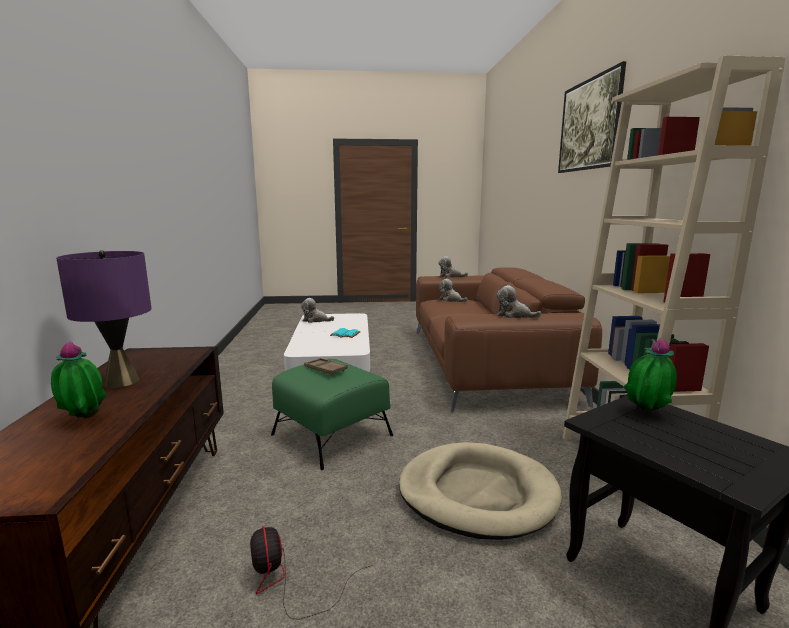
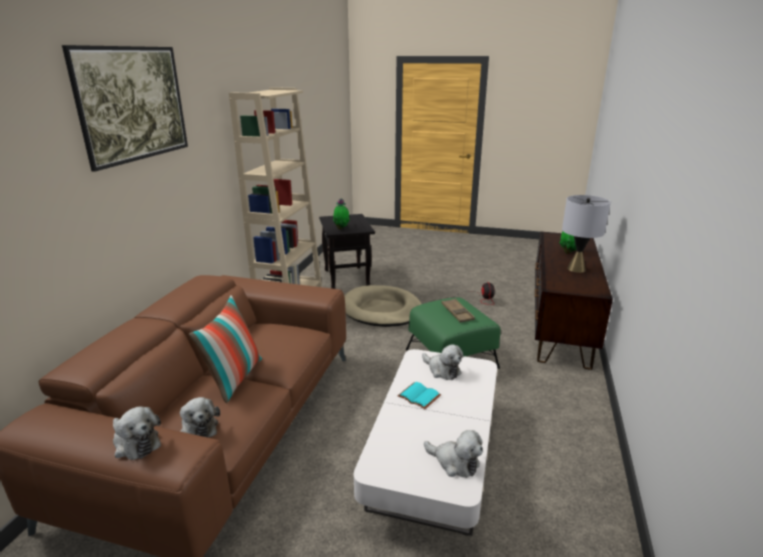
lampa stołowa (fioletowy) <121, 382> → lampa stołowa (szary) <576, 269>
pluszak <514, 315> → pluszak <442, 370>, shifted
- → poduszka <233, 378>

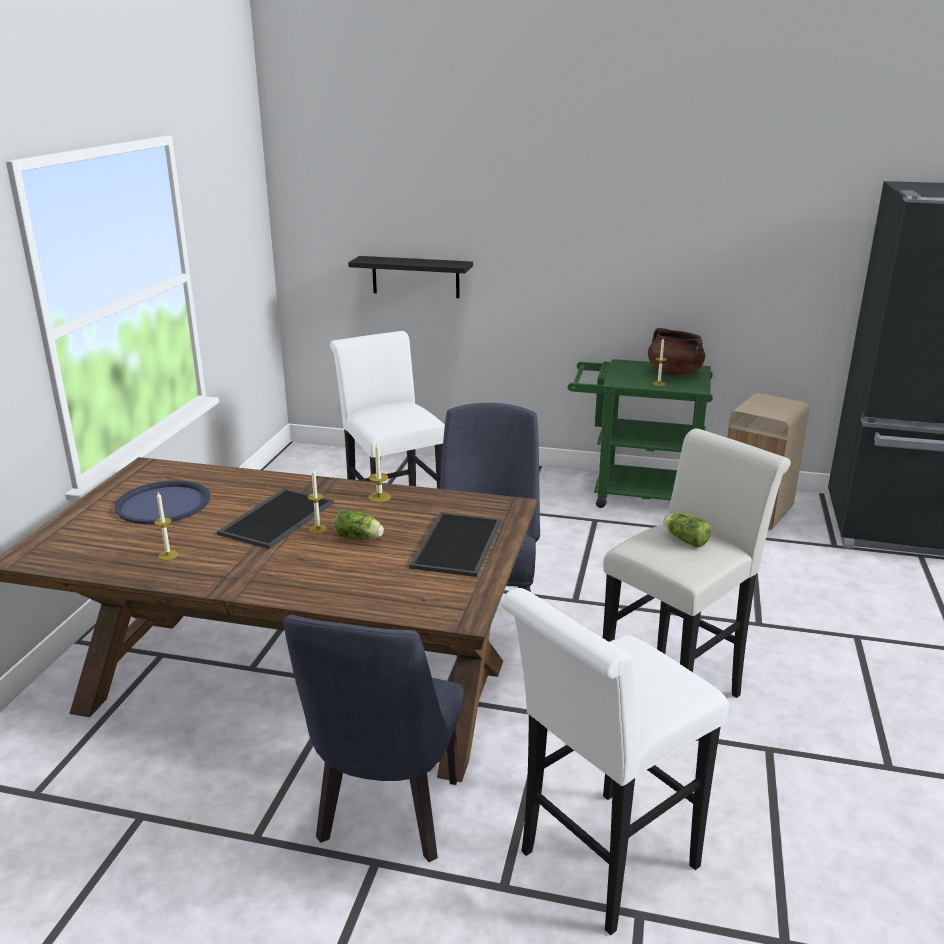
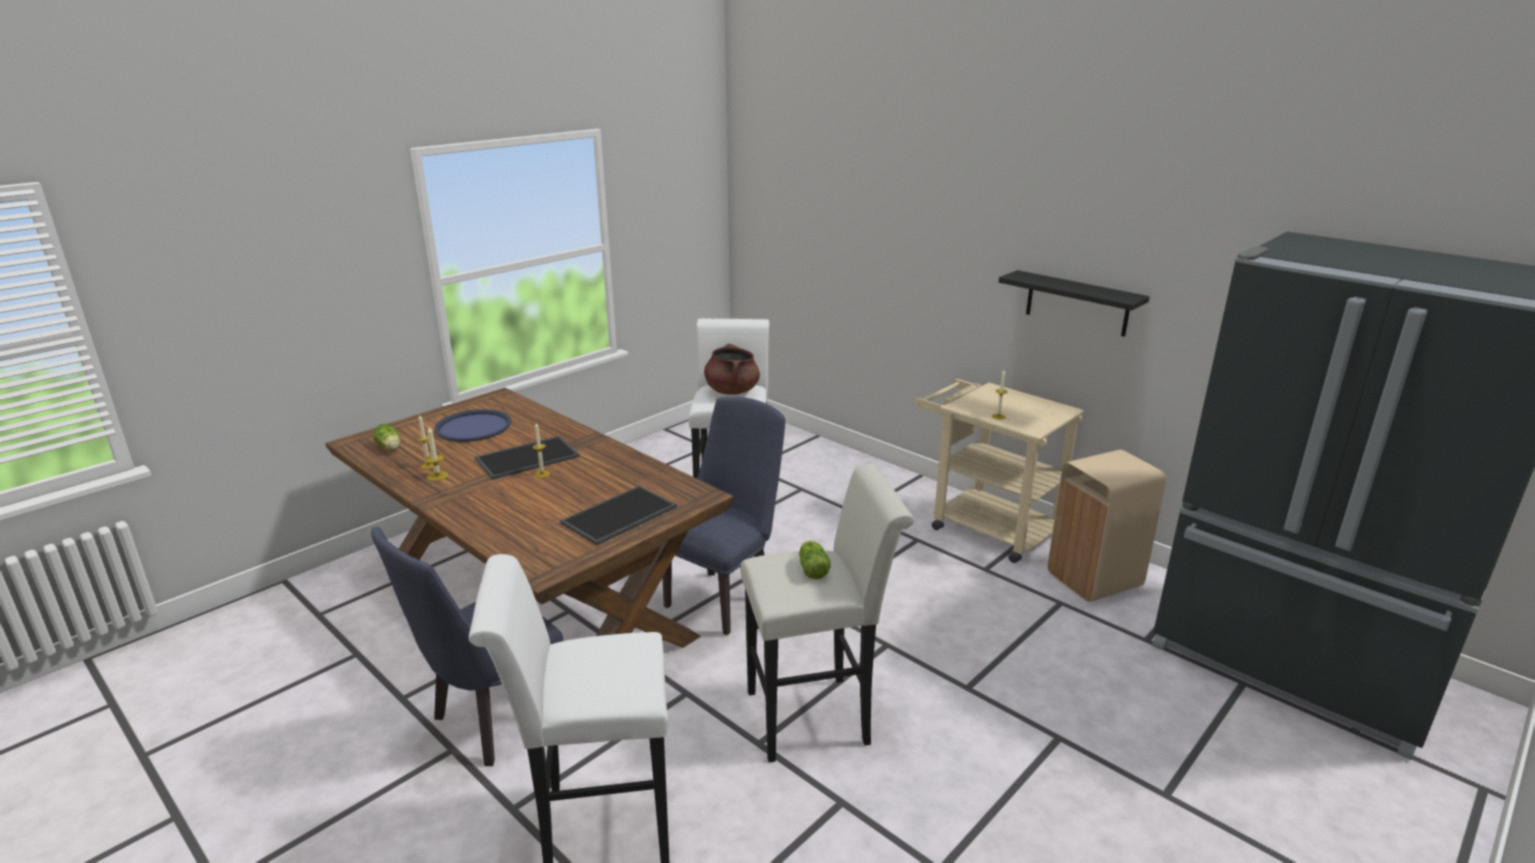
półka (czarny) <415, 277> → półka (czarny) <1077, 303>, shifted
garnek (brązowy) <673, 373> → garnek (brązowy) <732, 391>, shifted
wózek (zielony) <634, 494> → wózek (beżowy) <984, 526>
świeca <379, 497> → świeca <437, 476>, shifted
sałata <360, 538> → sałata <390, 448>, shifted

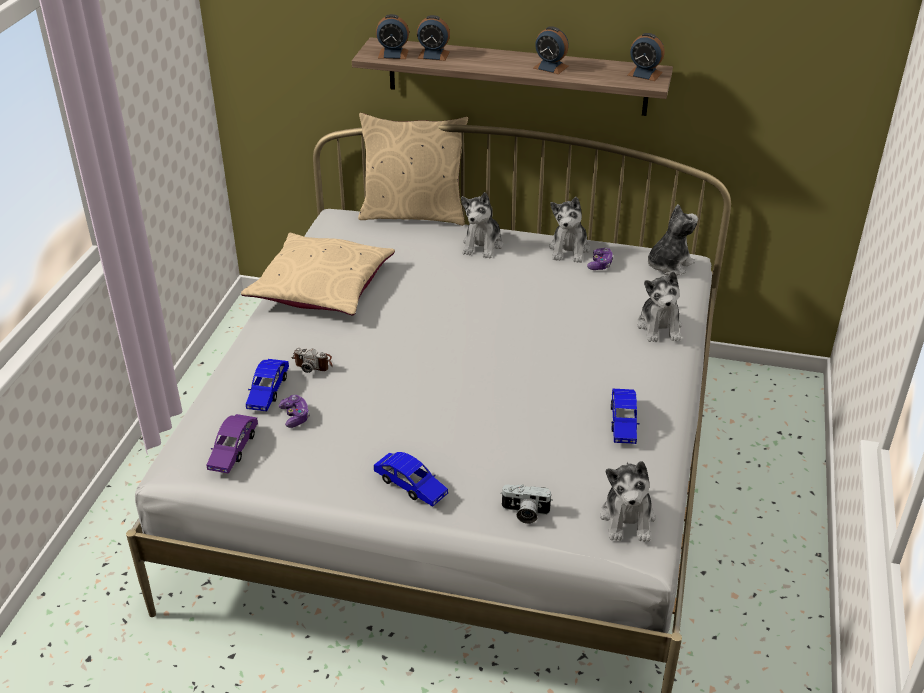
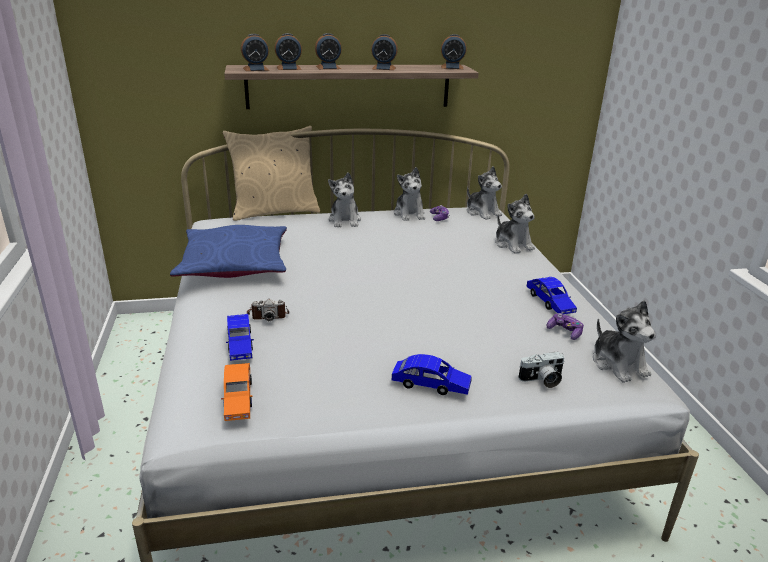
pluszak <668, 265> → pluszak <482, 212>, 120 degrees clockwise
poduszka (beżowy) <321, 287> → poduszka (niebieski) <234, 264>
pad do gier <295, 416> → pad do gier <565, 332>, shifted
samochodzik (fioletowy) <233, 449> → samochodzik (pomarańczowy) <238, 398>
- → budzik <328, 67>

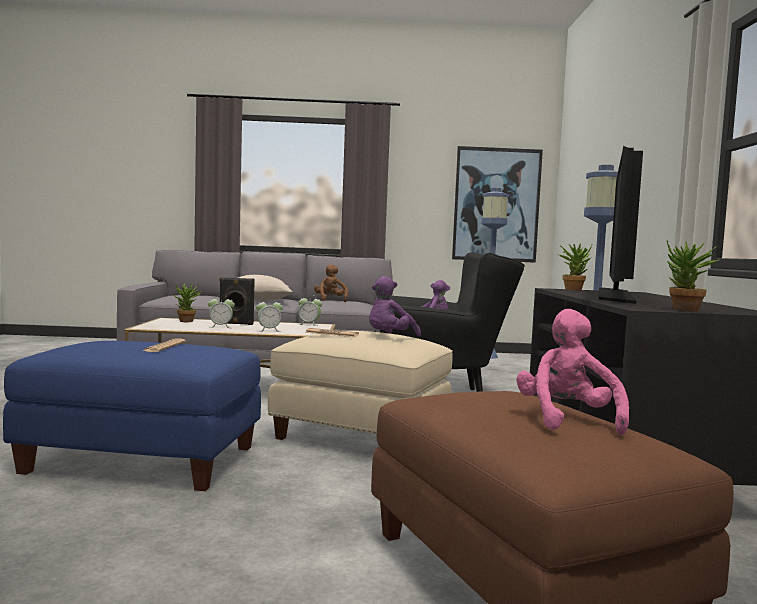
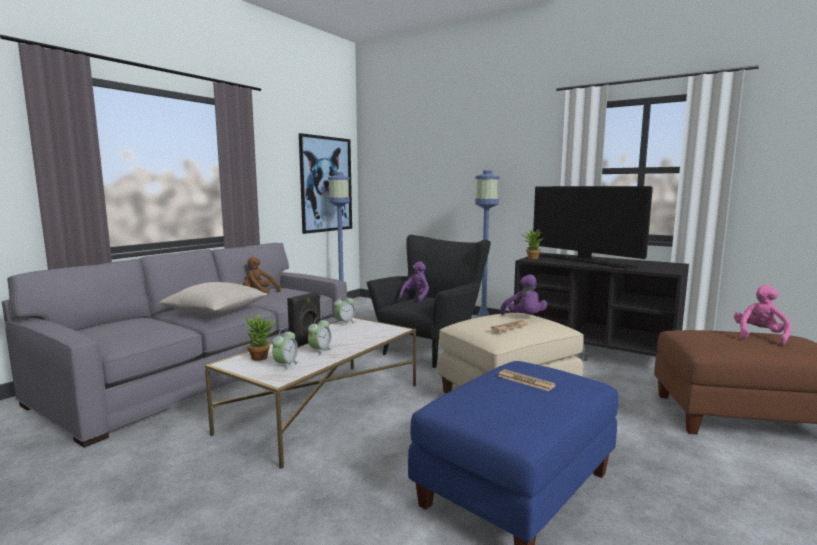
roślina doniczkowa <684, 310> → -
budzik <269, 330> → budzik <286, 365>, shifted
pluszak (różowy) <567, 419> → pluszak (różowy) <759, 336>, 90 degrees clockwise

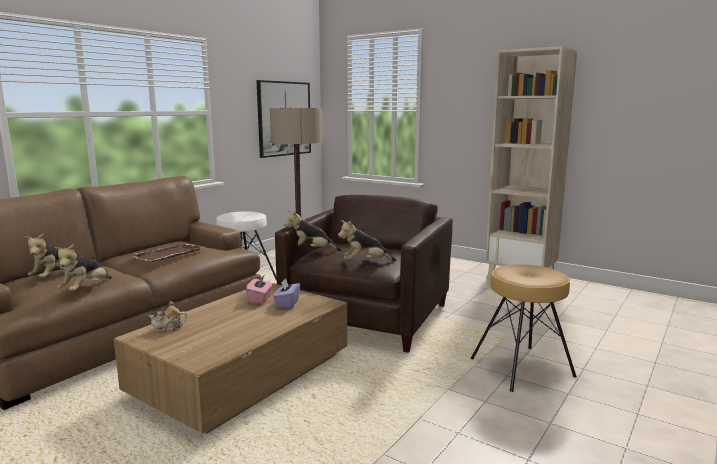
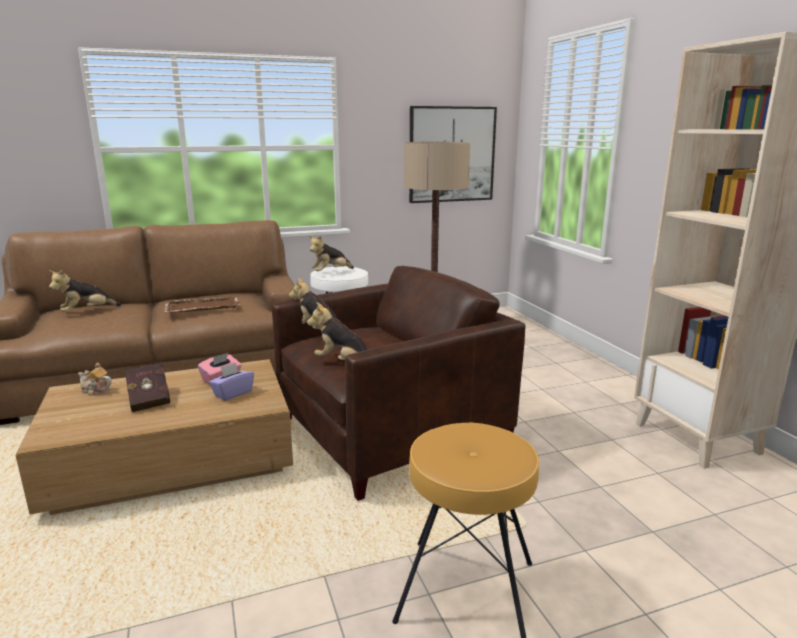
pluszak <86, 289> → pluszak <330, 273>, shifted
- → książka (czerwony) <149, 398>

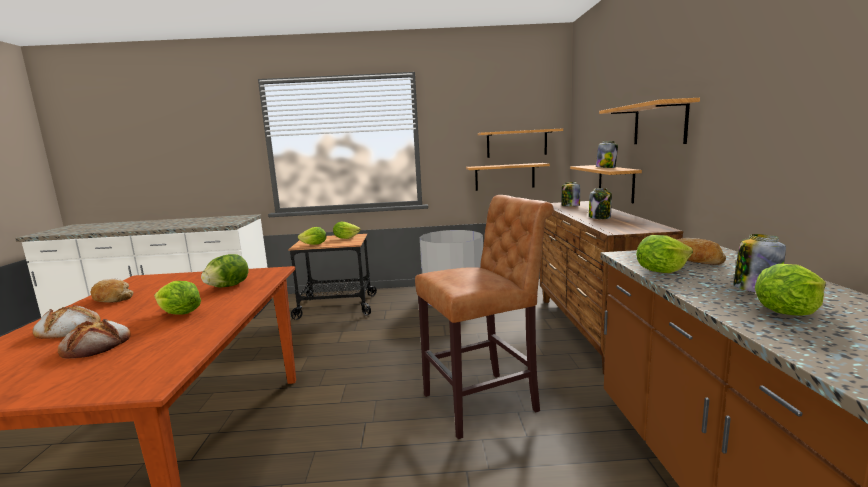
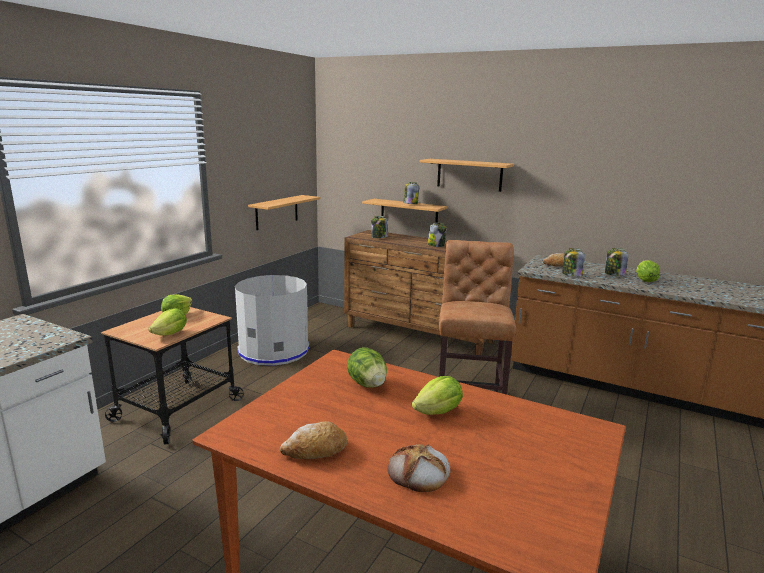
półka <516, 143> → -
sałata <661, 271> → słoik <571, 275>
chleb <97, 345> → -

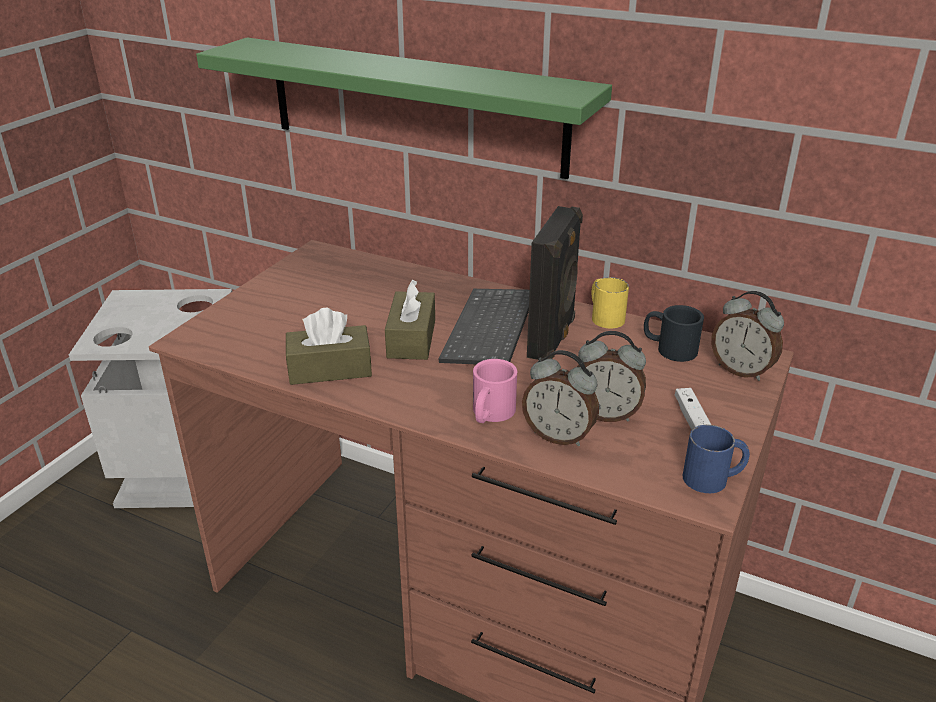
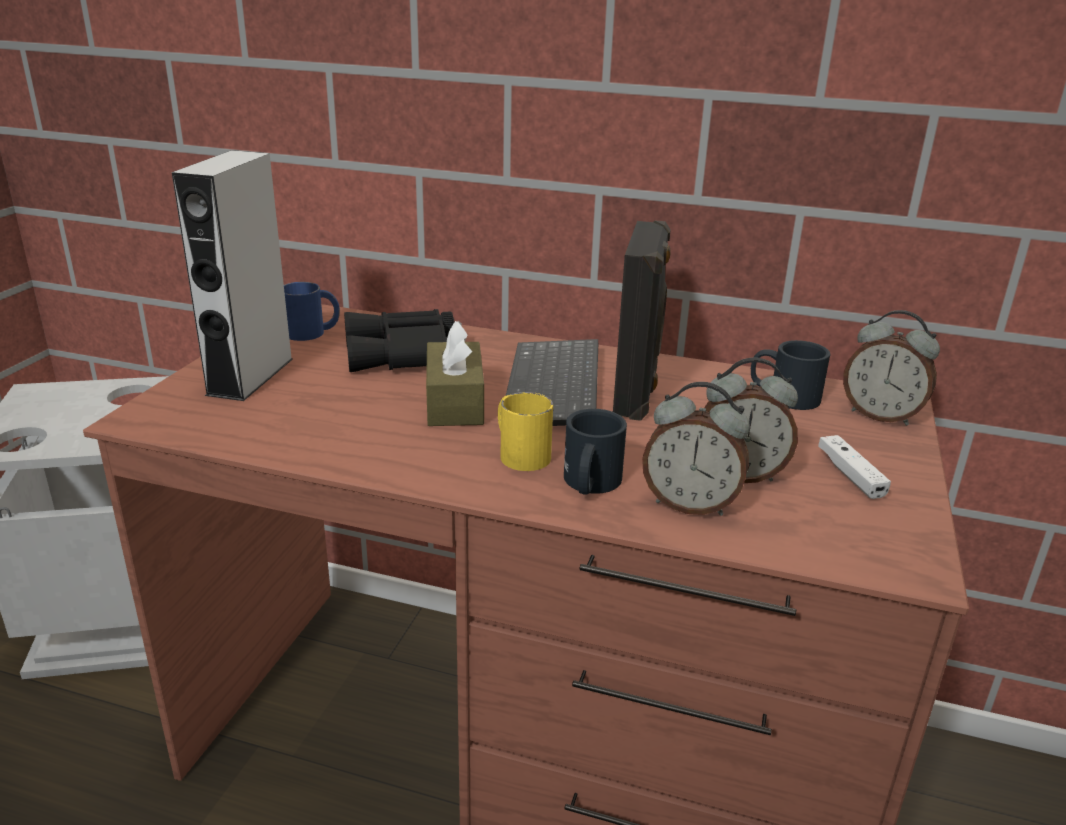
półka (zielony) <414, 106> → -
kubek (żółty) <604, 316> → kubek (żółty) <519, 453>, shifted
pudełko chusteczek (brązowy) <330, 369> → -
kubek (różowy) <490, 414> → kubek (czarny) <590, 485>
kubek (niebieski) <713, 478> → kubek (niebieski) <312, 332>, shifted
- → głośnik (szary) <250, 376>
- → lornetka (czarny) <405, 355>

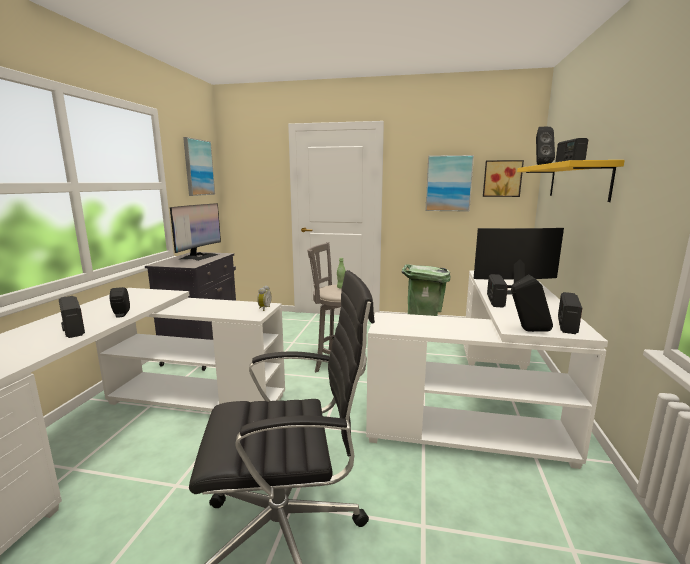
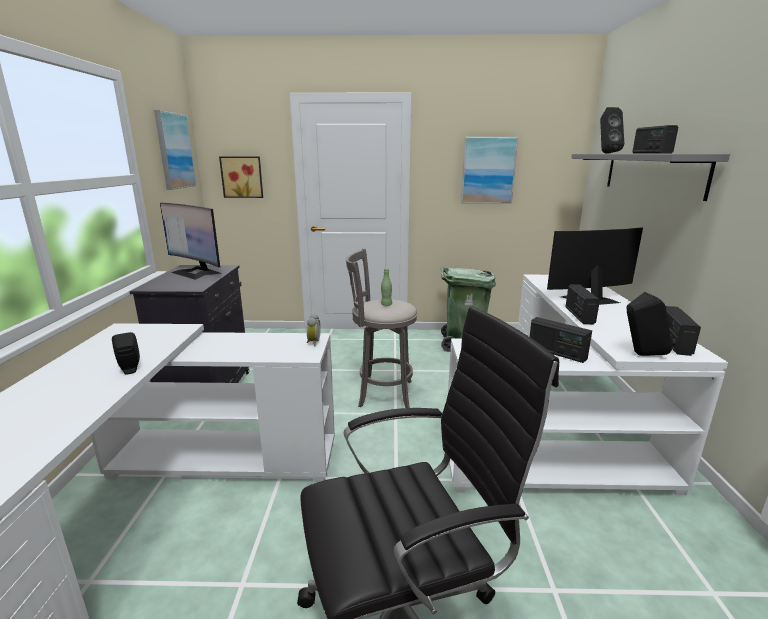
obraz <502, 178> → obraz <242, 177>, shifted
półka (żółty) <577, 181> → półka (szary) <652, 173>
monitor <199, 256> → monitor <196, 272>, 120 degrees clockwise
radio <73, 329> → radio <556, 353>, shifted

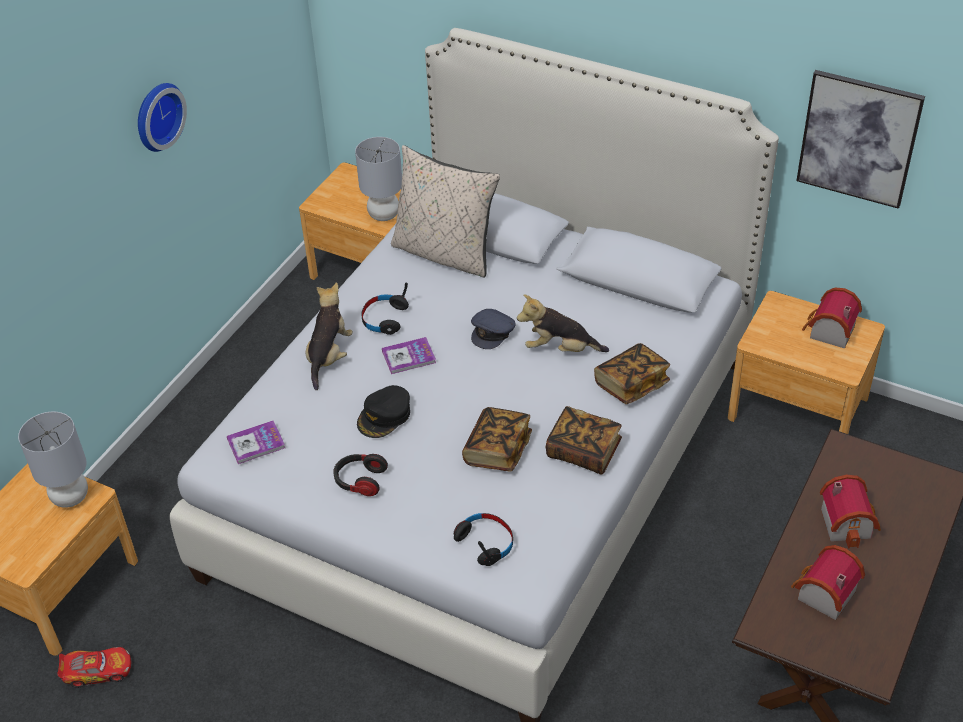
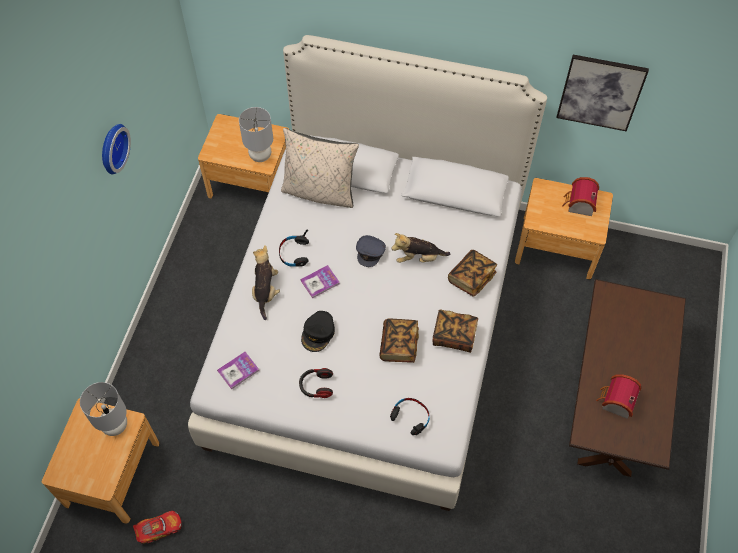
domek <849, 522> → -

